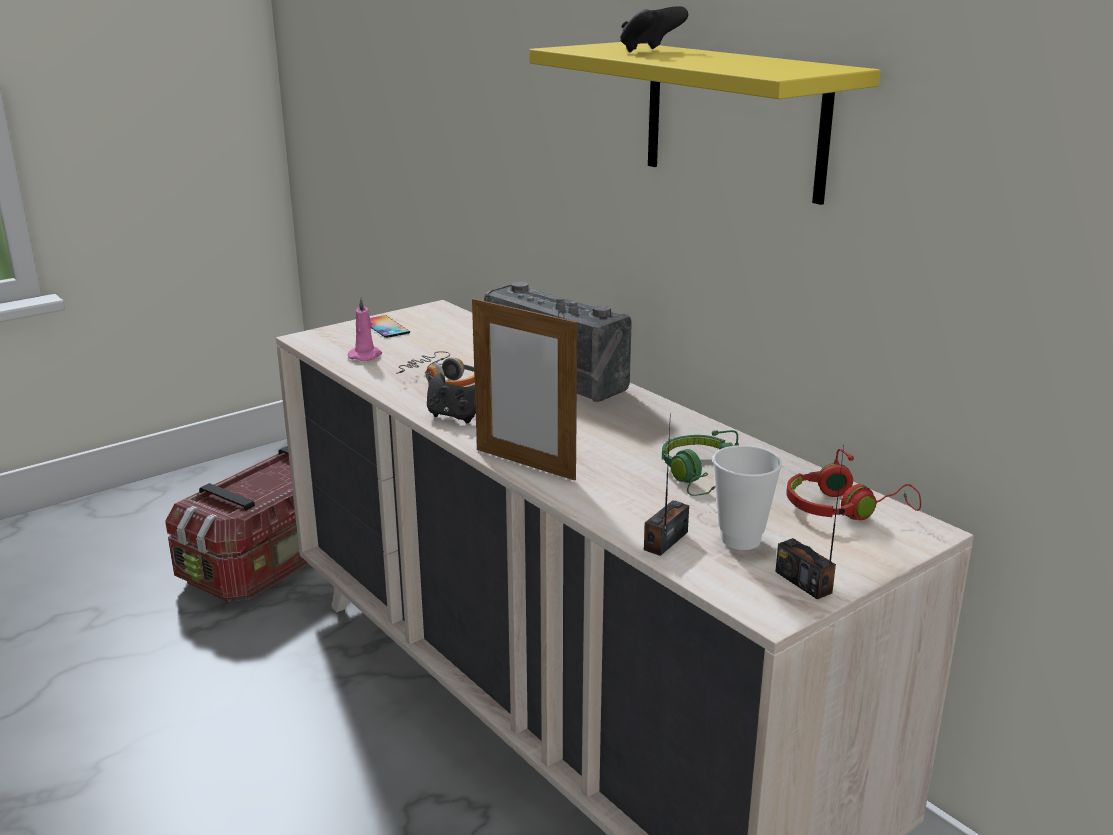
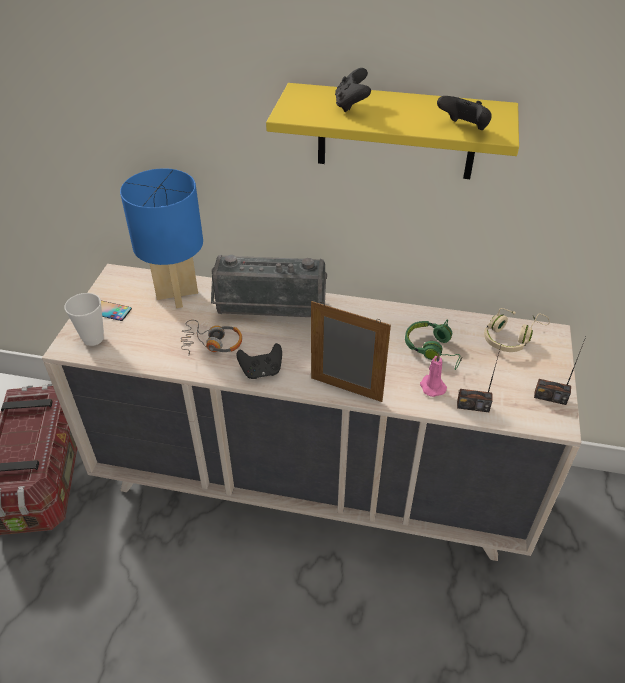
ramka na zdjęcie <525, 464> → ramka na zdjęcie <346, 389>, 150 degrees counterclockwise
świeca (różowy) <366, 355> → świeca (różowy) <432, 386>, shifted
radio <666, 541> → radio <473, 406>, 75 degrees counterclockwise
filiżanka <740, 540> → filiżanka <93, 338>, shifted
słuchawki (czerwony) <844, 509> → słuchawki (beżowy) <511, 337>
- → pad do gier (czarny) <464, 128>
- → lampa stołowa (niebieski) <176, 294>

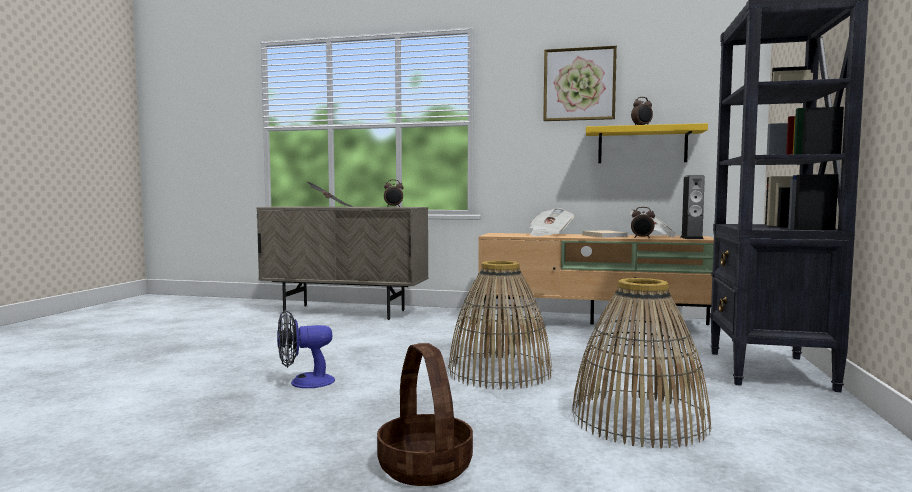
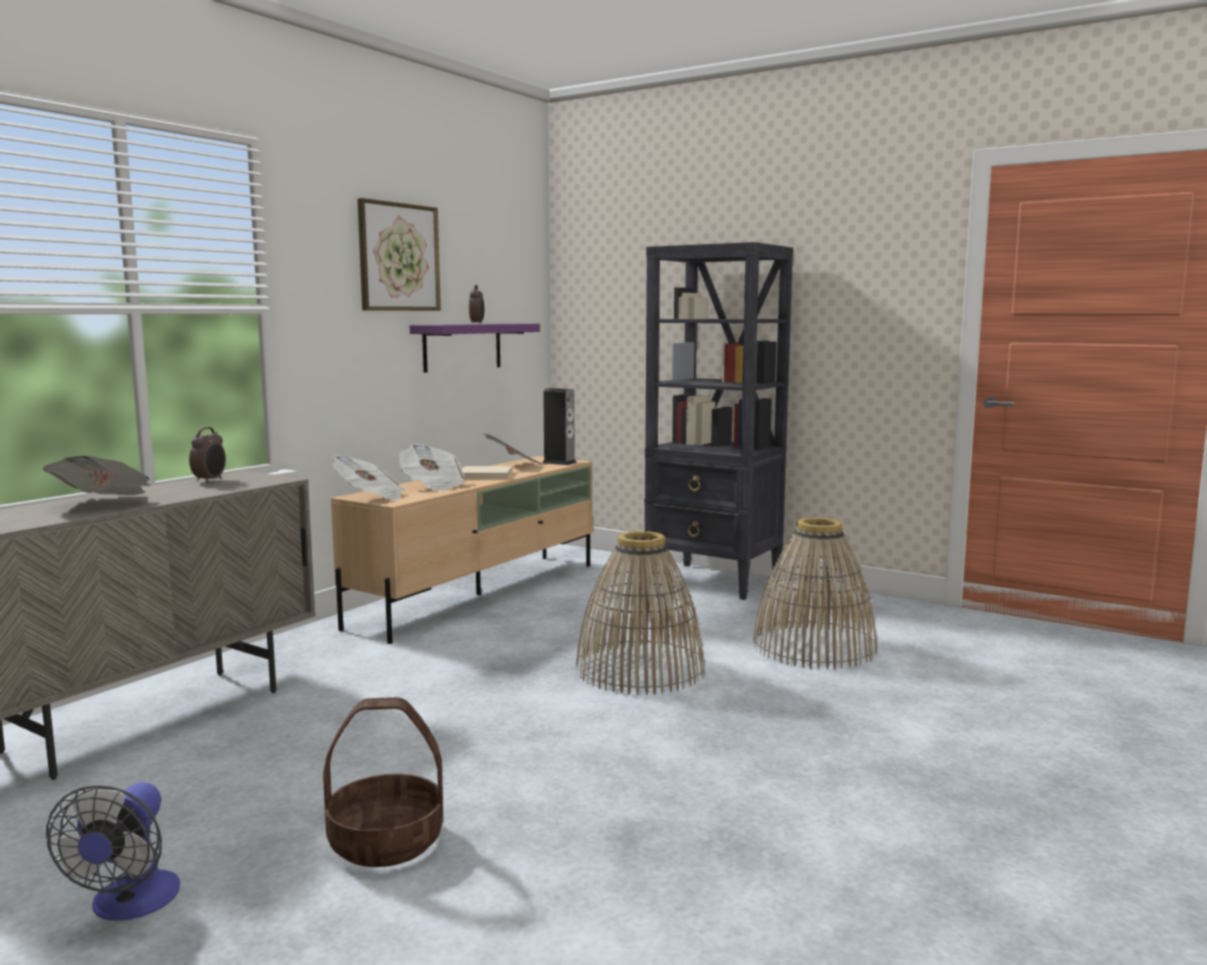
półka (żółty) <642, 145> → półka (fioletowy) <462, 347>
budzik <642, 238> → -
wentylator <304, 382> → wentylator <129, 905>, shifted
koszyk <426, 467> → koszyk <387, 840>, shifted
- → gazeta <370, 497>

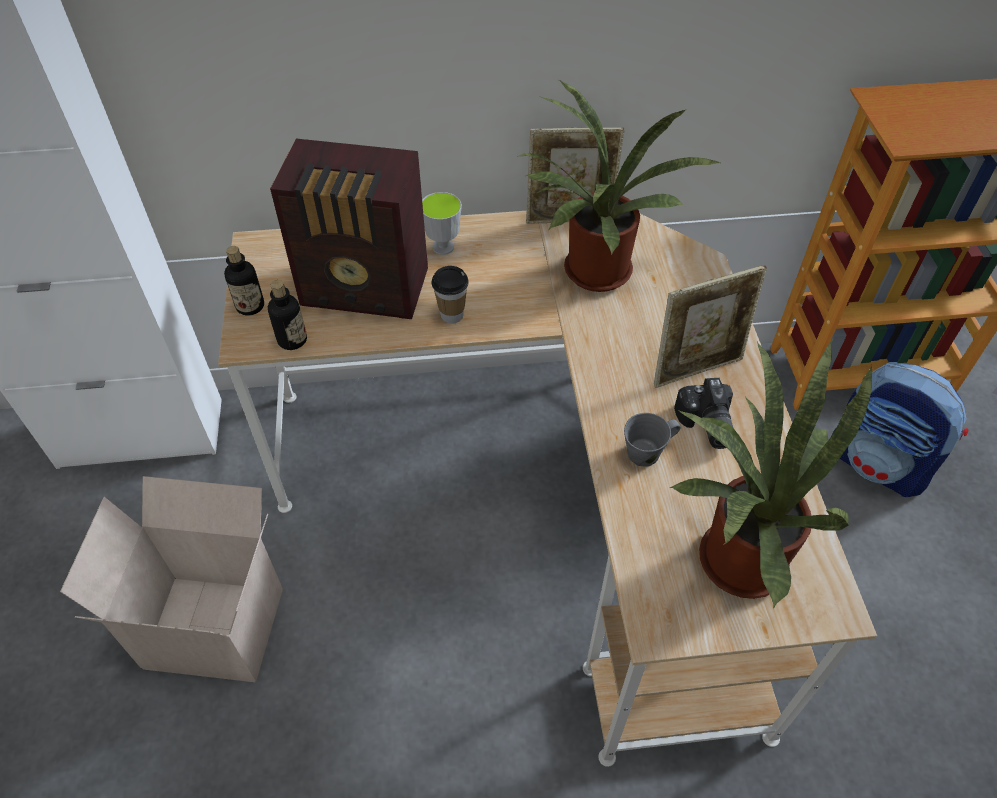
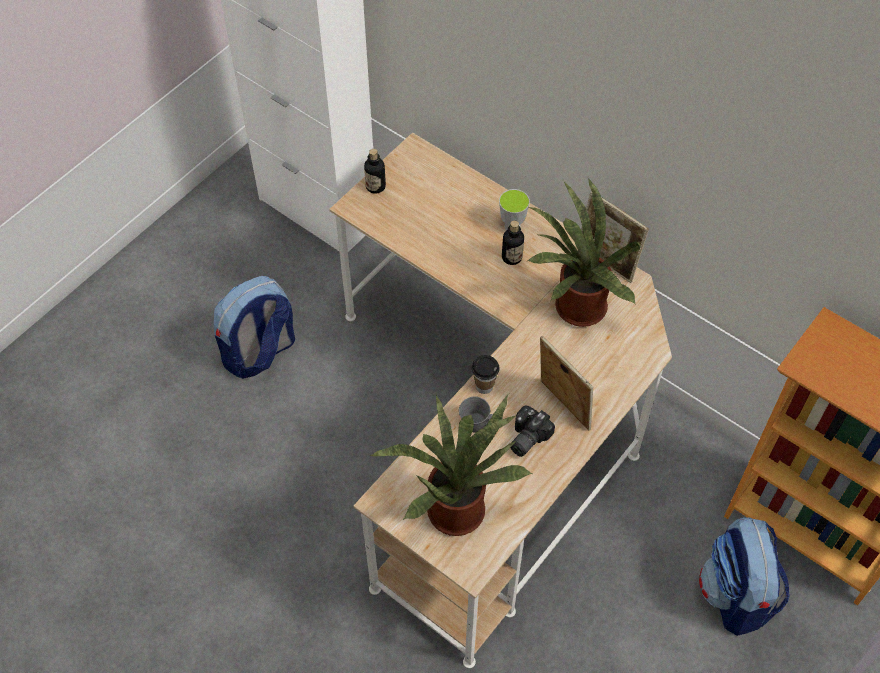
radio <367, 290> → -
ramka na zdjęcie <697, 369> → ramka na zdjęcie <562, 406>, 150 degrees counterclockwise
filiżanka <452, 315> → filiżanka <484, 386>, shifted
butelka <292, 340> → butelka <511, 257>, shifted
karton <218, 624> → plecak <259, 353>

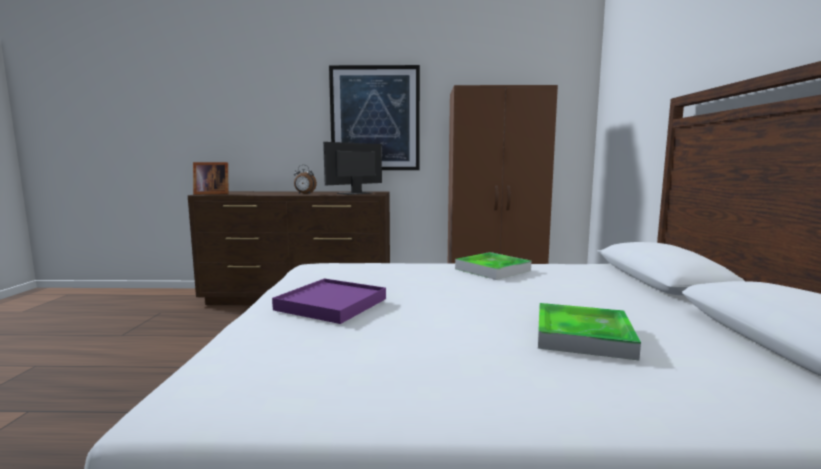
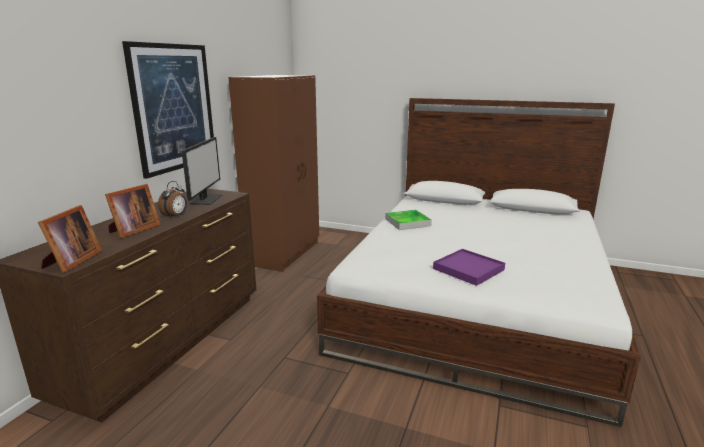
monitor <355, 193> → monitor <205, 199>, 150 degrees counterclockwise
taca <583, 336> → -
- → ramka na zdjęcie <133, 230>

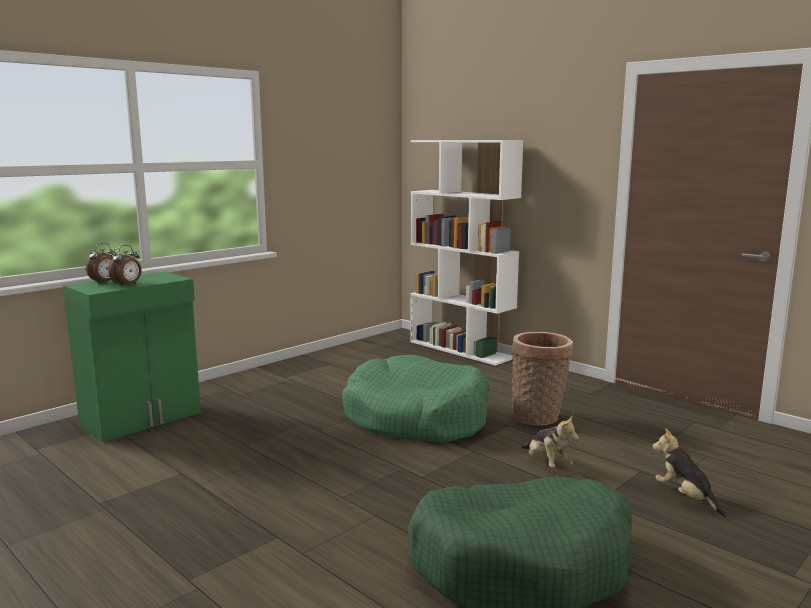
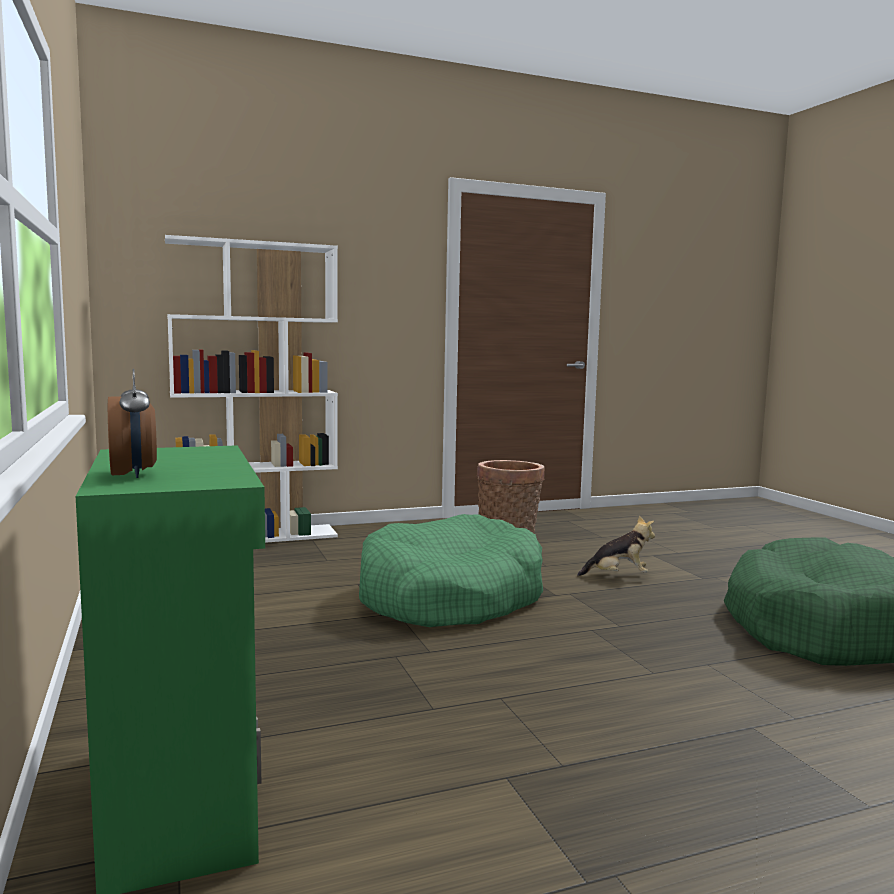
budzik <128, 285> → -
pluszak <686, 497> → -

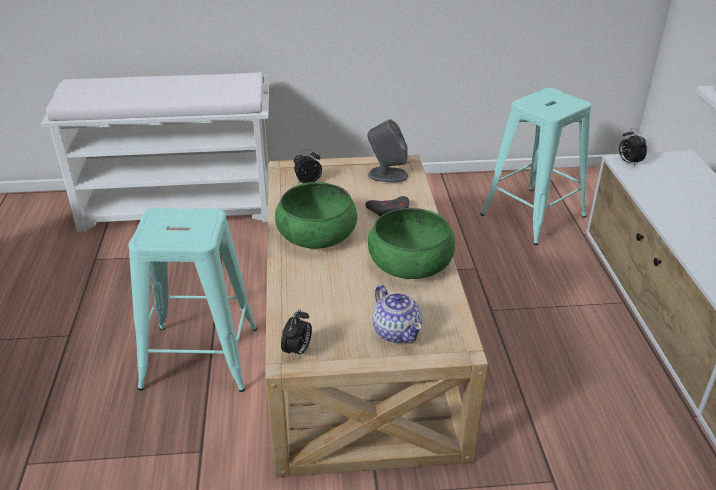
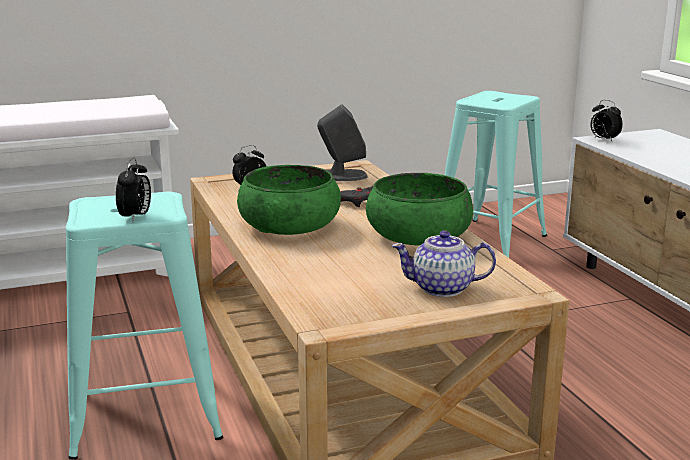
imbryk <396, 331> → imbryk <443, 288>, 135 degrees clockwise
budzik <297, 351> → budzik <136, 217>, shifted

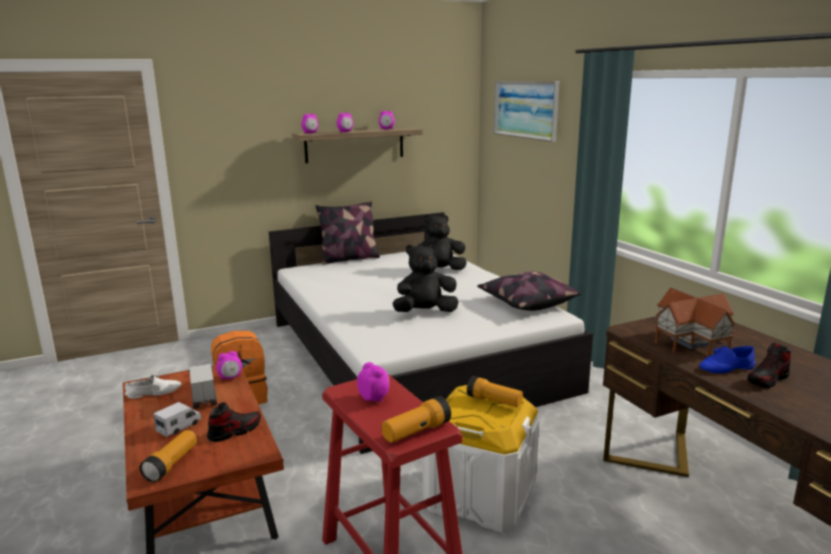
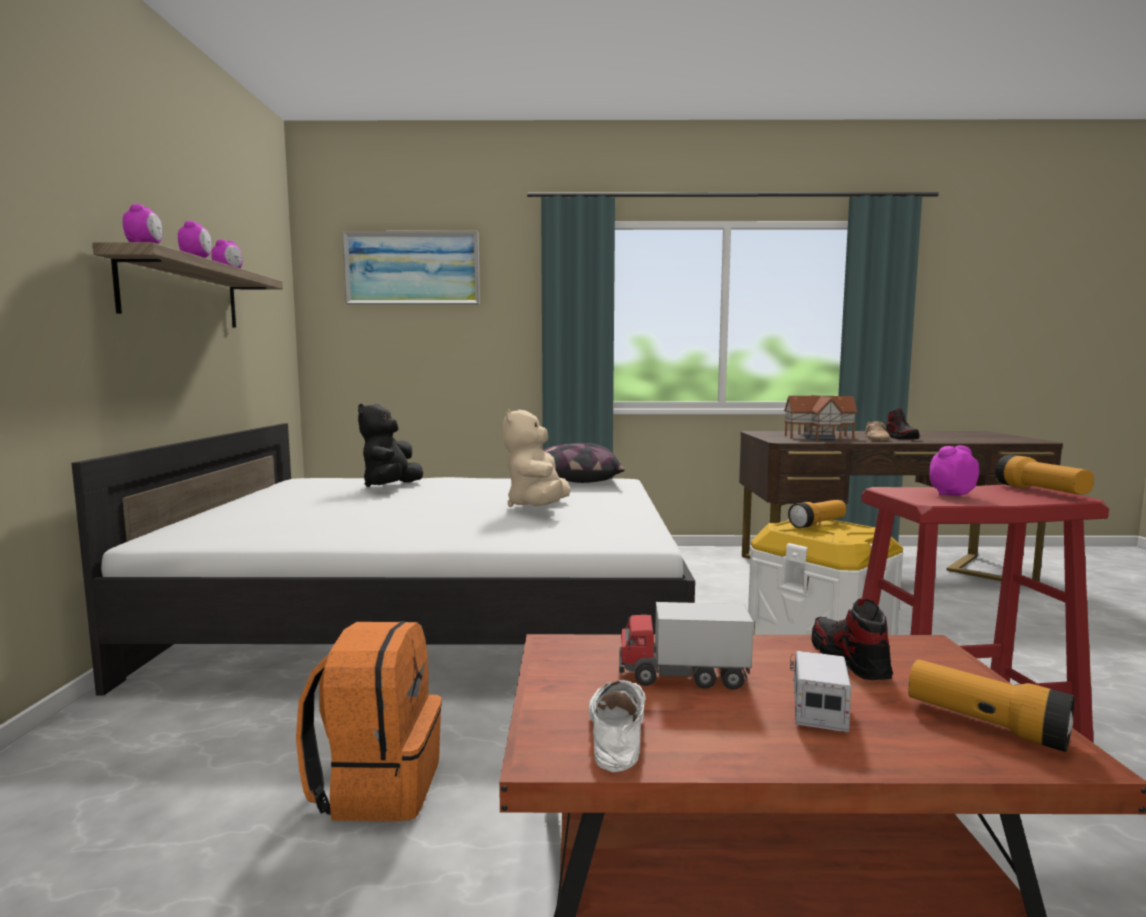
poduszka <349, 259> → -
pluszak (czarny) <425, 312> → pluszak (beżowy) <538, 507>
but (niebieski) <727, 368> → but (beżowy) <877, 439>
budzik <230, 378> → -
ciężarówka zabawkowa <179, 427> → ciężarówka zabawkowa <819, 709>, 45 degrees clockwise

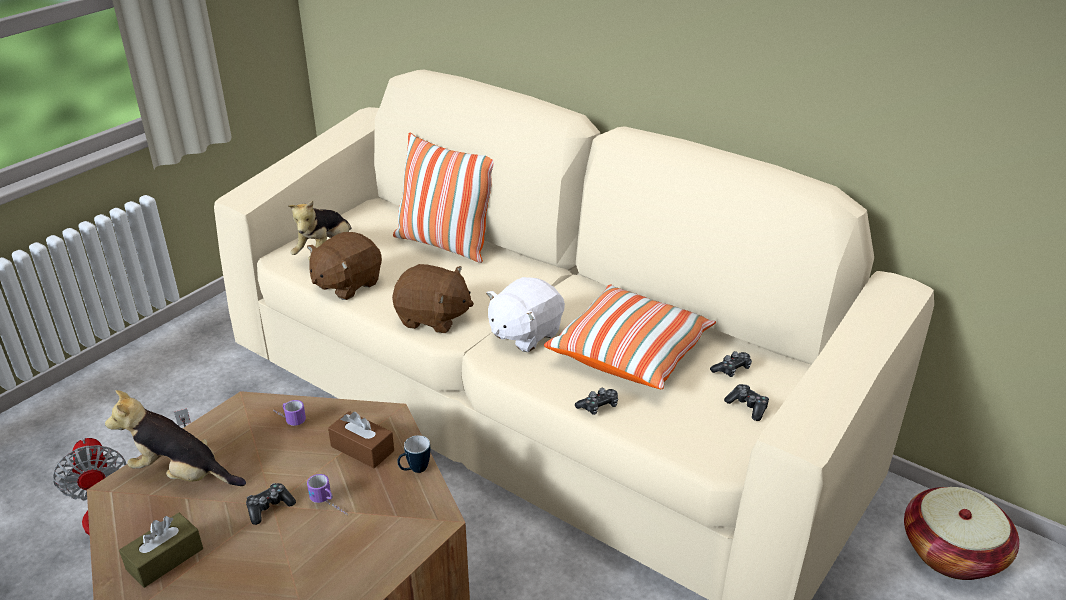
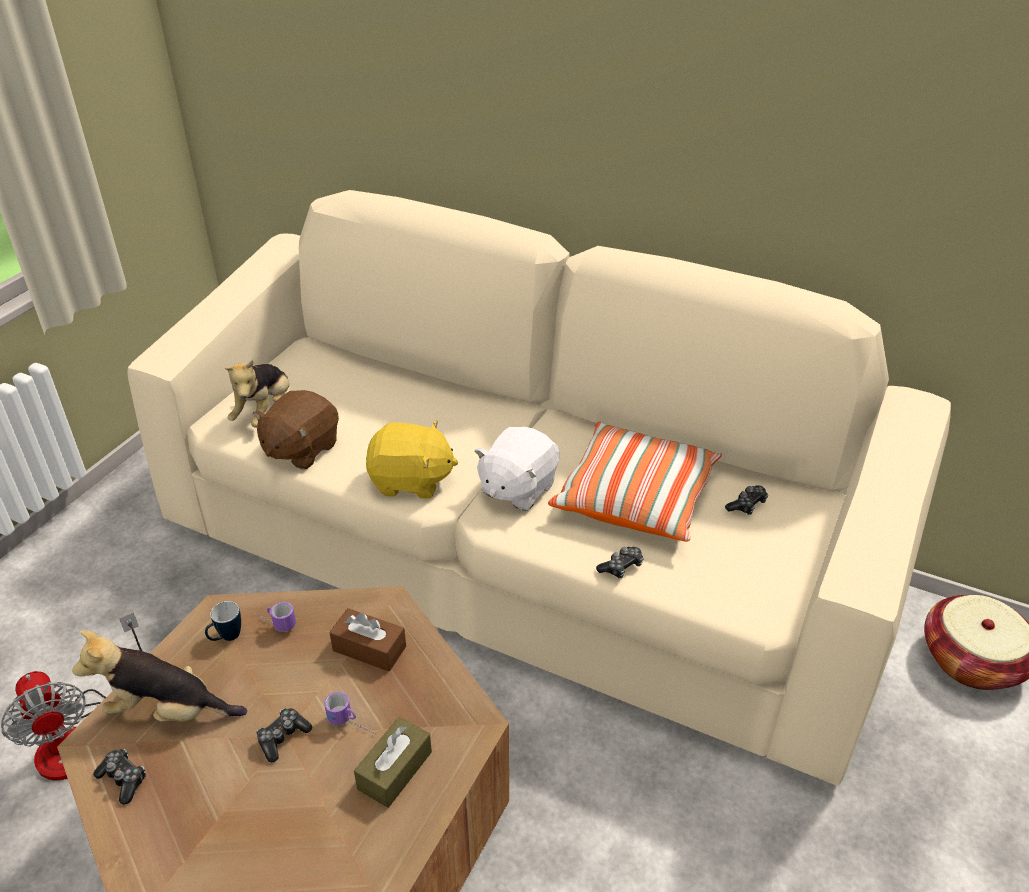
poduszka <444, 244> → -
pluszak (brązowy) <433, 318> → pluszak (żółty) <411, 481>
pad do gier <747, 406> → pad do gier <123, 779>, shifted
kubek <414, 470> → kubek <226, 638>, shifted
pudełko chusteczek (brązowy) <165, 559> → pudełko chusteczek (brązowy) <395, 770>, shifted

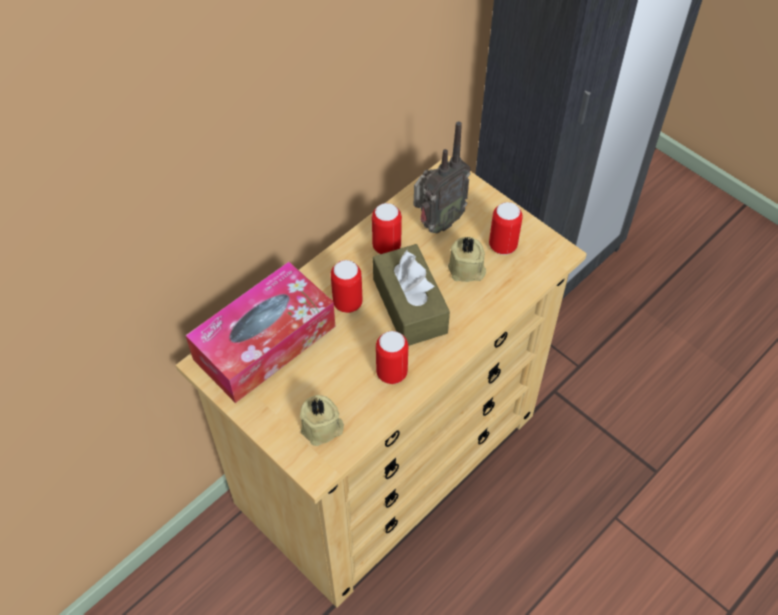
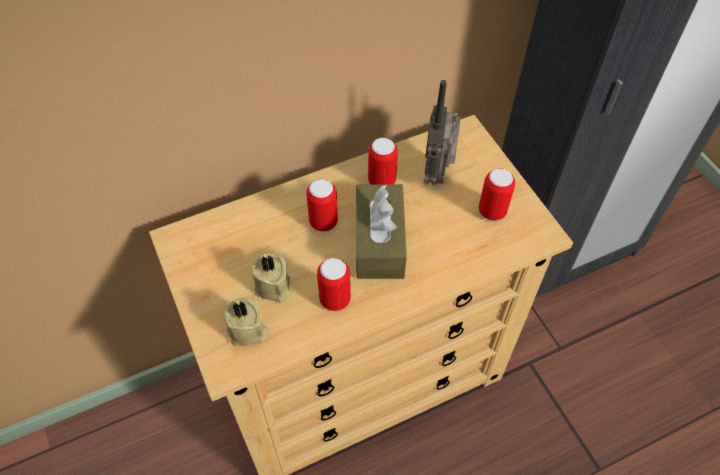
radio <437, 223> → radio <437, 173>, 120 degrees clockwise
świeca (beżowy) <467, 270> → świeca (beżowy) <273, 287>, shifted
pudełko chusteczek <265, 342> → -

